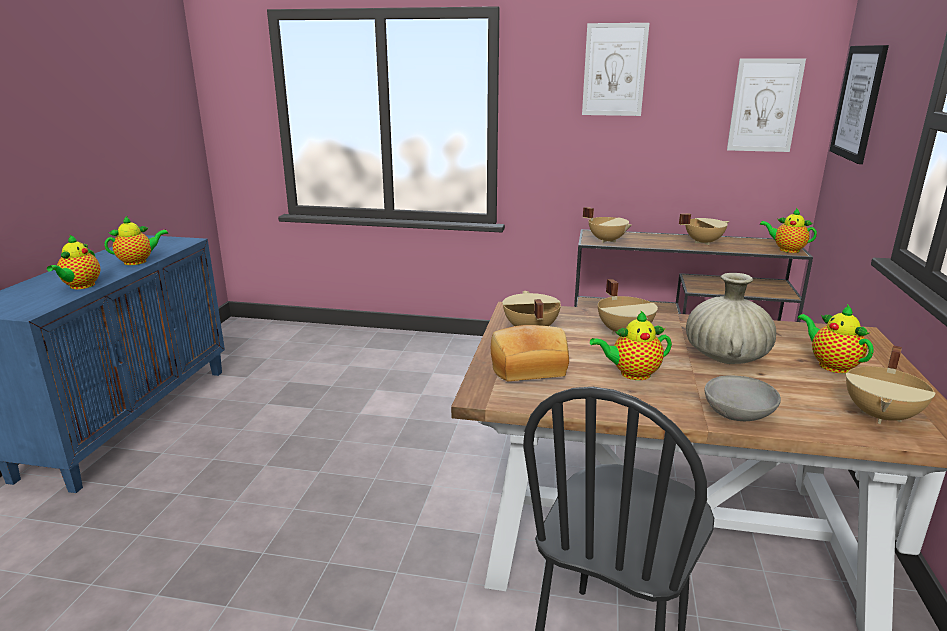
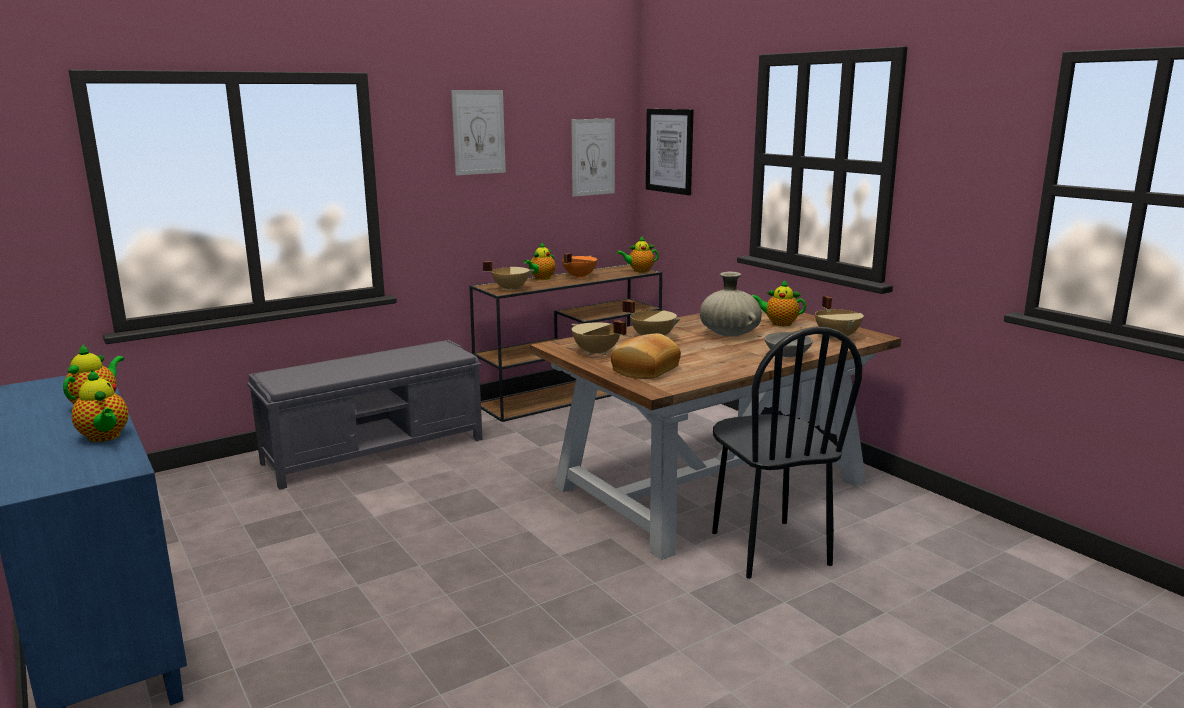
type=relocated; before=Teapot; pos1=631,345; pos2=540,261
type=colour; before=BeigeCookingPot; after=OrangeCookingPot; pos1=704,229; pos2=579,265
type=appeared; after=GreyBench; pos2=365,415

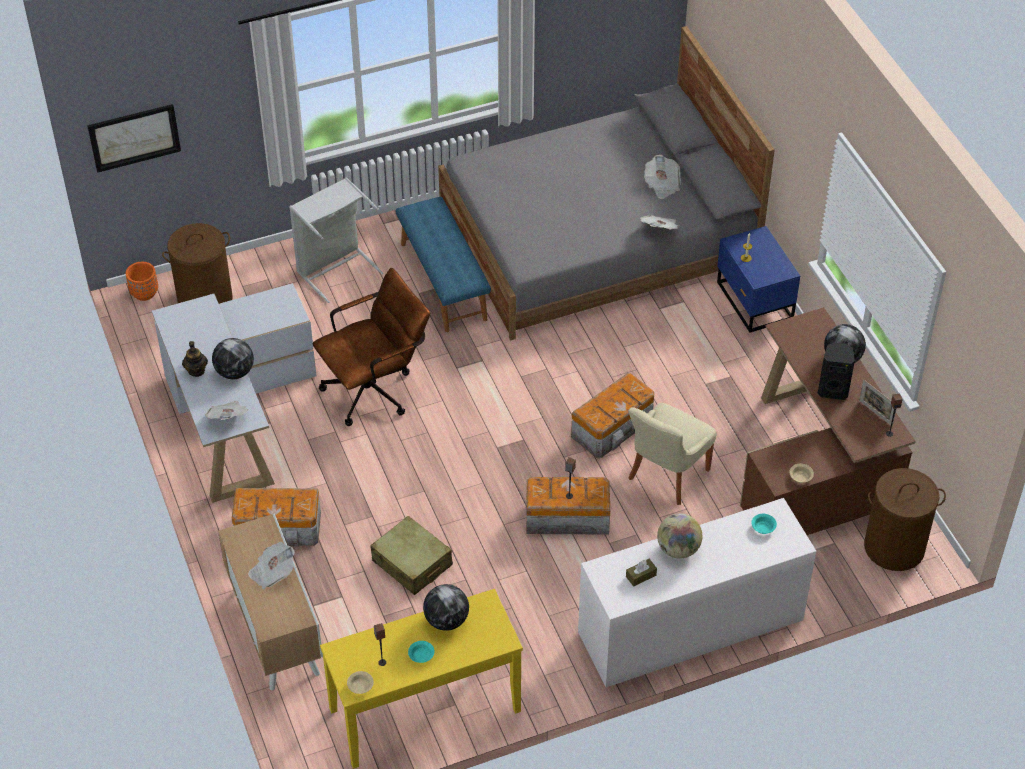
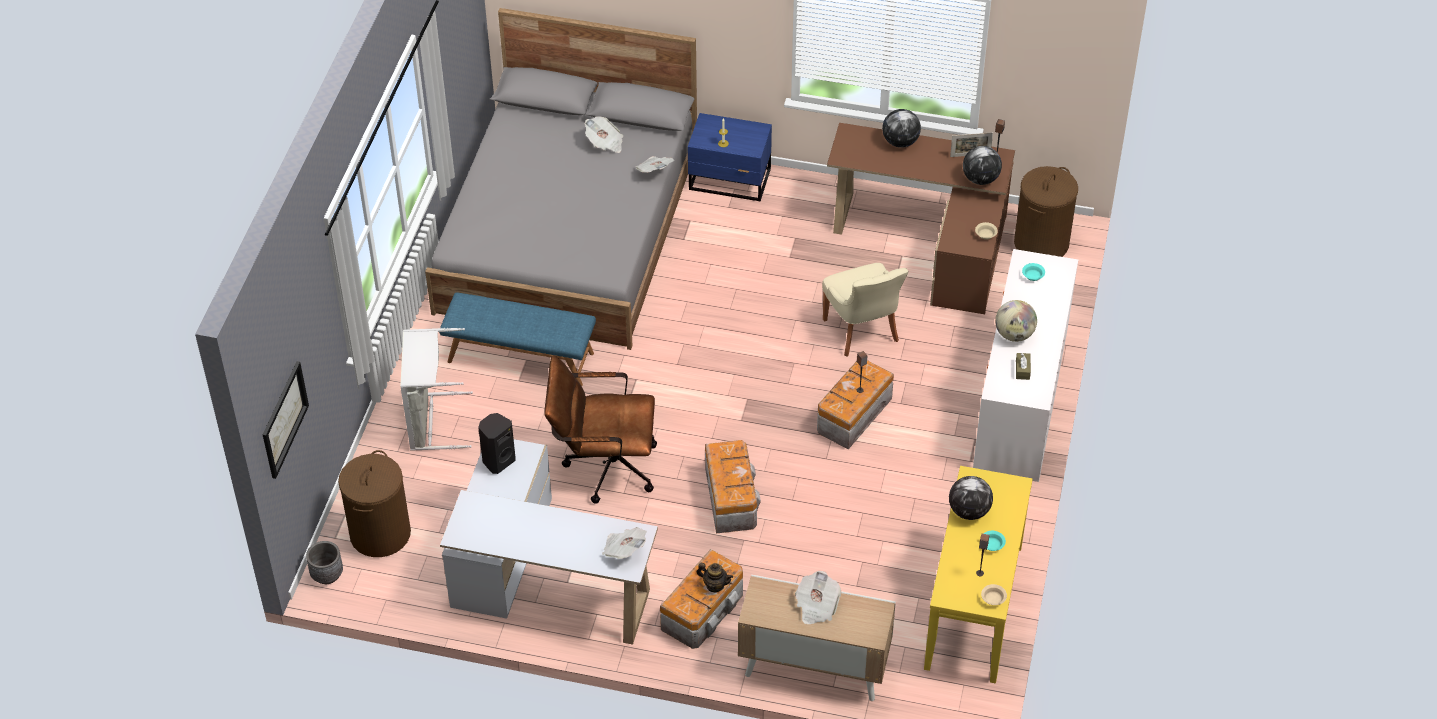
type=colour; before=OrangePlanter; after=GreyPlanter; pos1=142,281; pos2=324,562
type=relocated; before=Teapot; pos1=195,359; pos2=715,577
type=relocated; before=Globe; pos1=233,358; pos2=982,165
type=spun; before=BrownOfficeChair; pos1=371,347; pos2=600,429; turn=-90
type=missing; before=BeigeSuitcase; pos1=411,555
type=relocated; before=StorageBox; pos1=612,415; pos2=733,486
type=relocated; before=BlackSpeaker; pos1=836,371; pos2=497,443

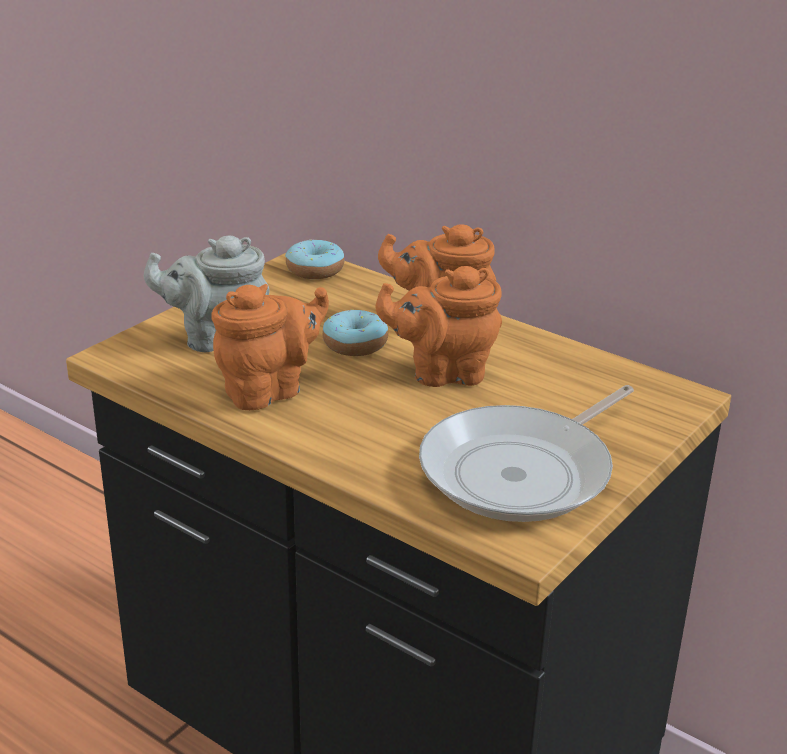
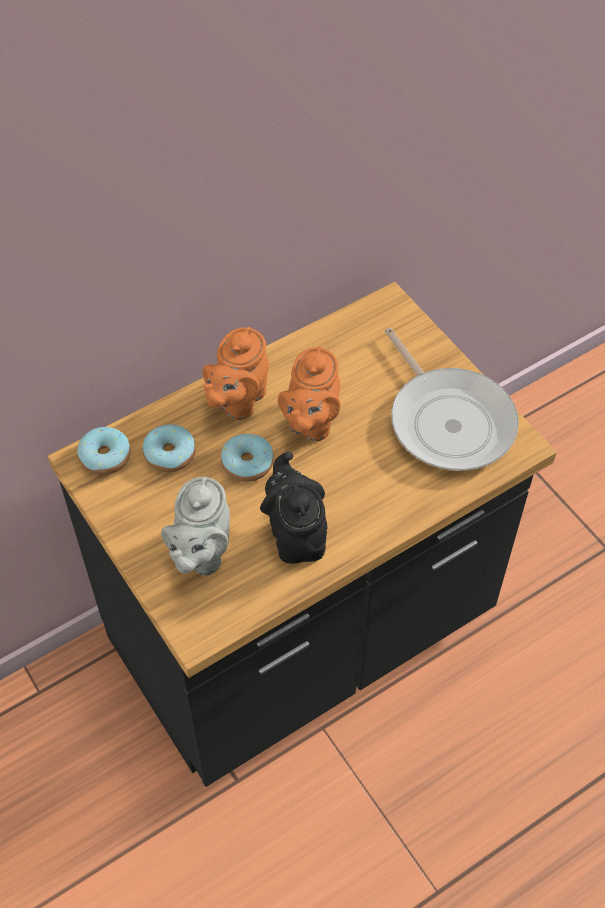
type=colour; before=OrangeTeapot; after=BlackTeapot; pos1=270,347; pos2=293,507
type=appeared; after=Donut; pos2=169,448

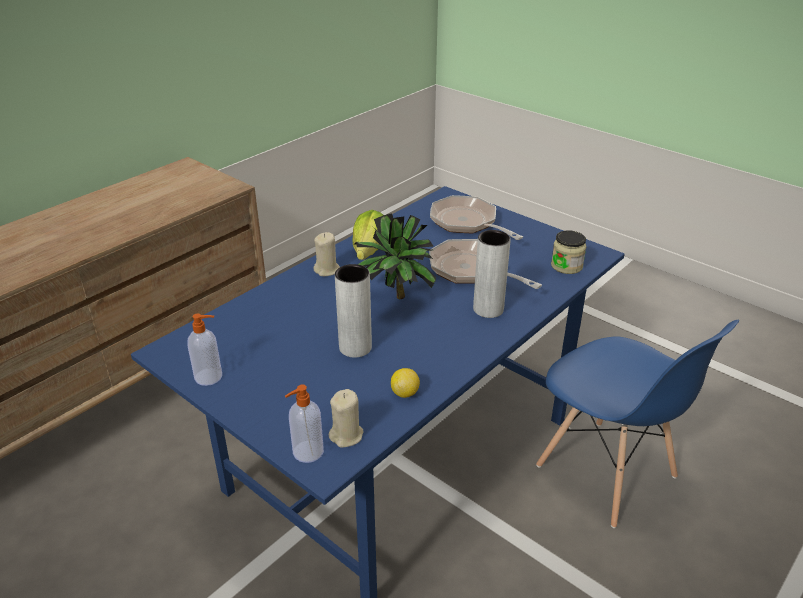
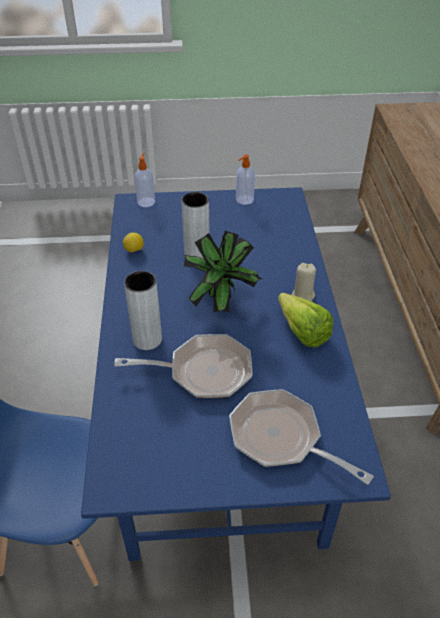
type=missing; before=BeigeCandle; pos1=346,418
type=spun; before=FryingPan; pos1=476,217; pos2=301,437; turn=-150
type=missing; before=Jar; pos1=569,252

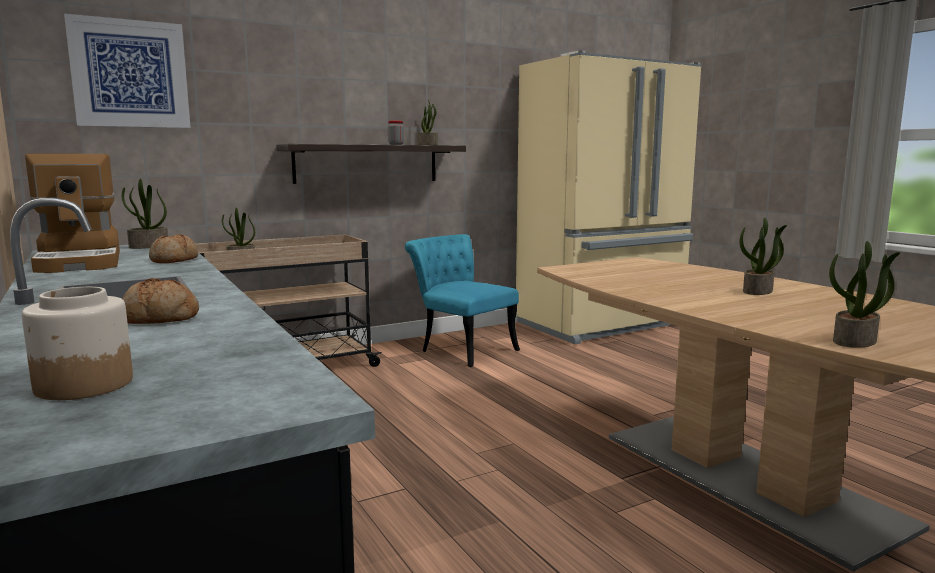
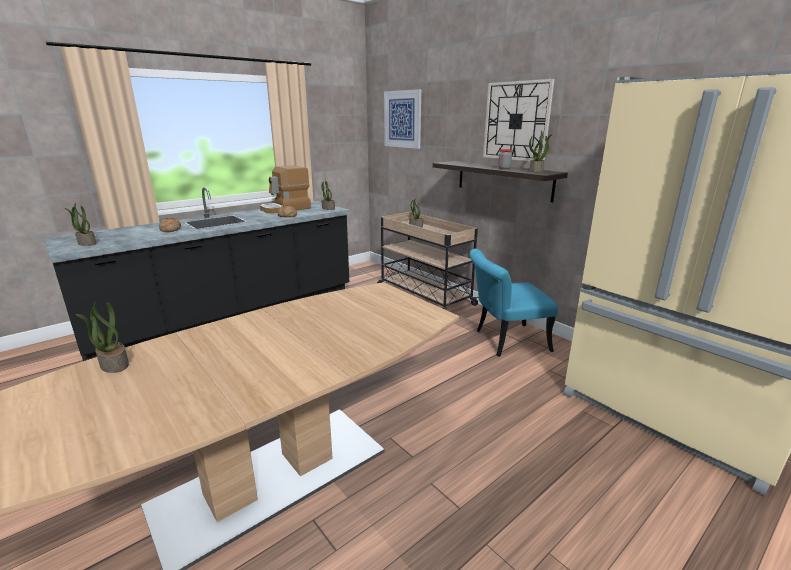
type=missing; before=Jar; pos1=77,343
type=spun; before=TurquoiseChair; pos1=462,300; pos2=514,303; turn=-135
type=relocated; before=PottedPlant; pos1=763,256; pos2=80,224
type=appeared; after=WallClock; pos2=518,120

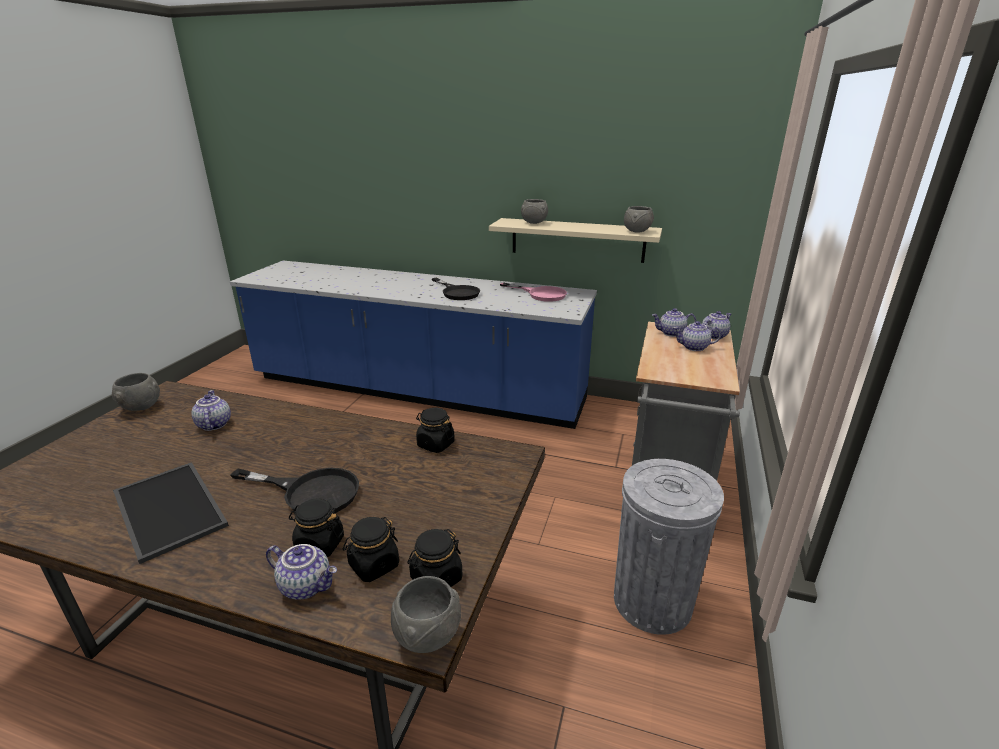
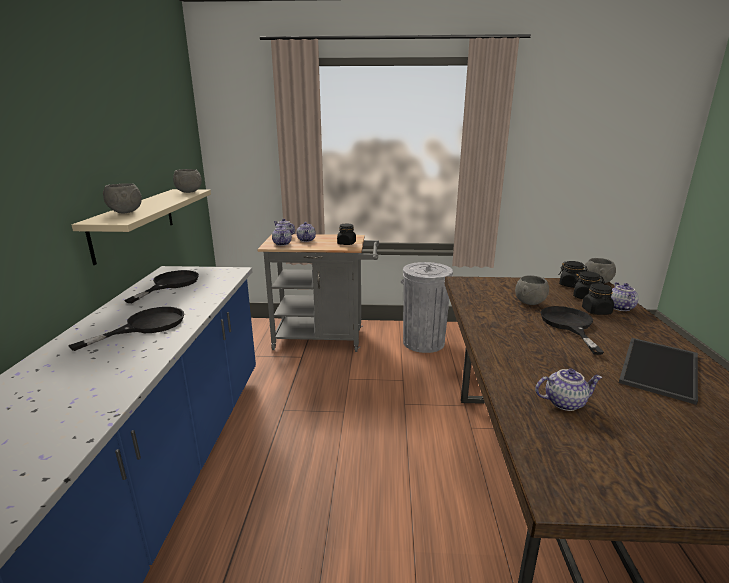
type=relocated; before=GreyBowl; pos1=136,392; pos2=532,290
type=spun; before=Teapot; pos1=211,410; pos2=569,390; turn=-150
type=relocated; before=BlackJar; pos1=435,430; pos2=346,234
type=colour; before=PinkFryingPan; after=BlackFryingPan; pos1=533,292; pos2=162,286

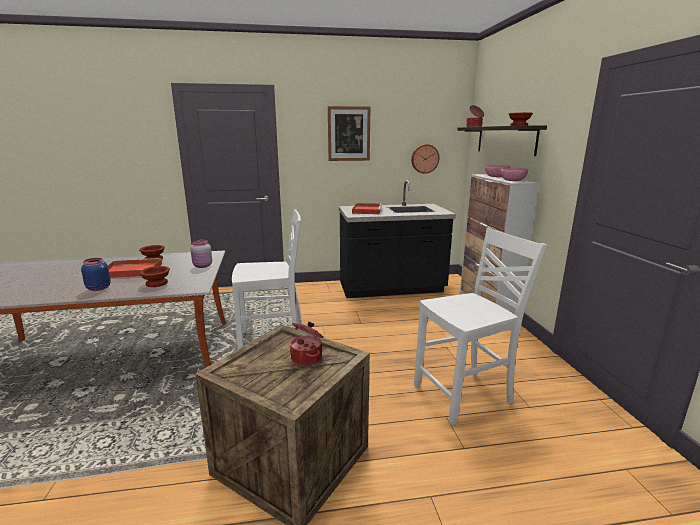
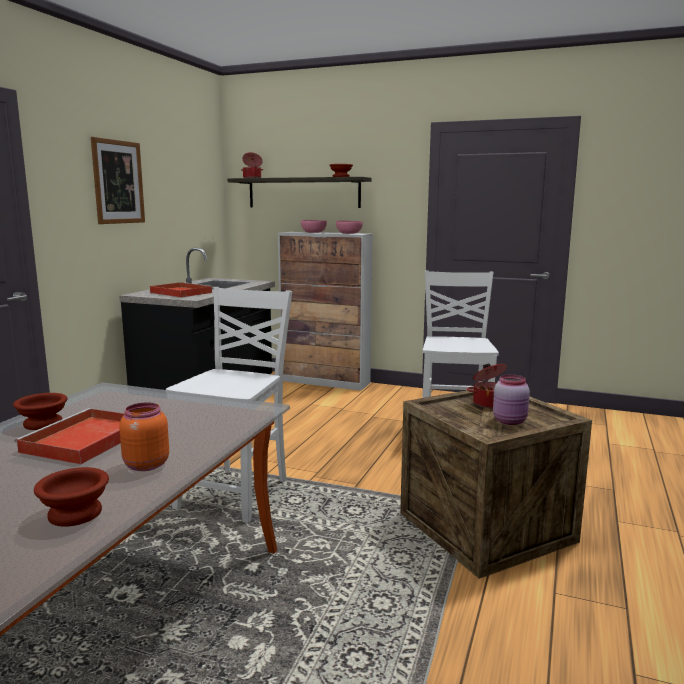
type=colour; before=BlueJar; after=OrangeJar; pos1=96,274; pos2=144,436
type=relocated; before=BrownBowl; pos1=154,276; pos2=71,497
type=relocated; before=PinkJar; pos1=201,254; pos2=511,399
type=missing; before=WallClock; pos1=425,159

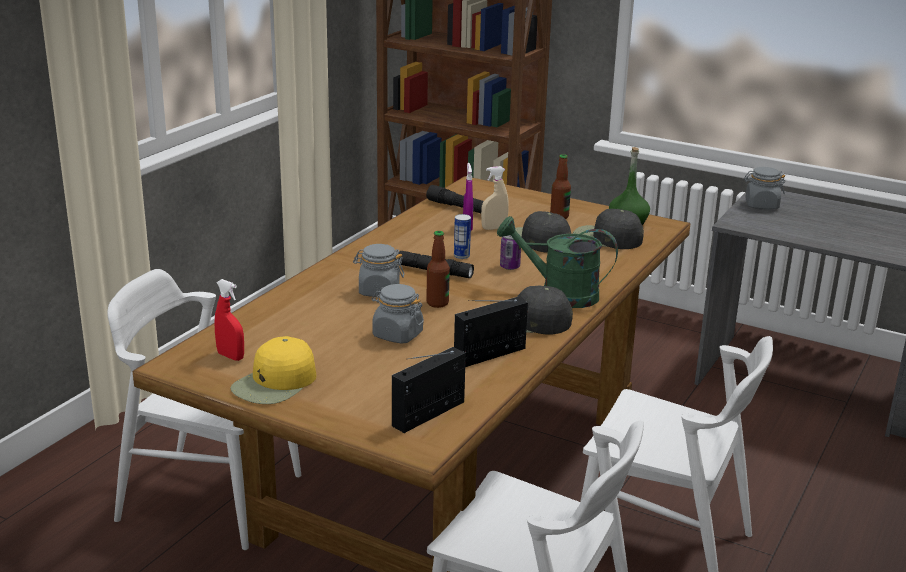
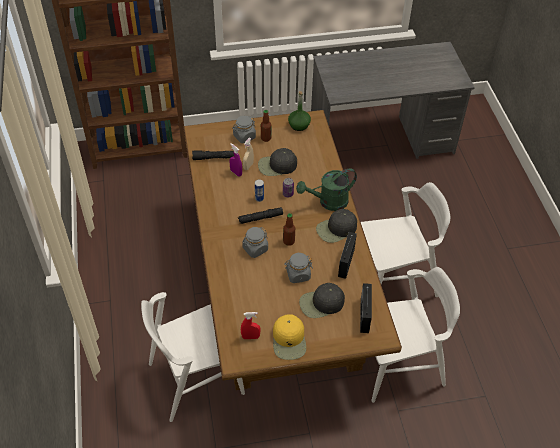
type=relocated; before=BlackCap; pos1=608,229; pos2=322,300
type=relocated; before=GreyJar; pos1=764,188; pos2=244,129

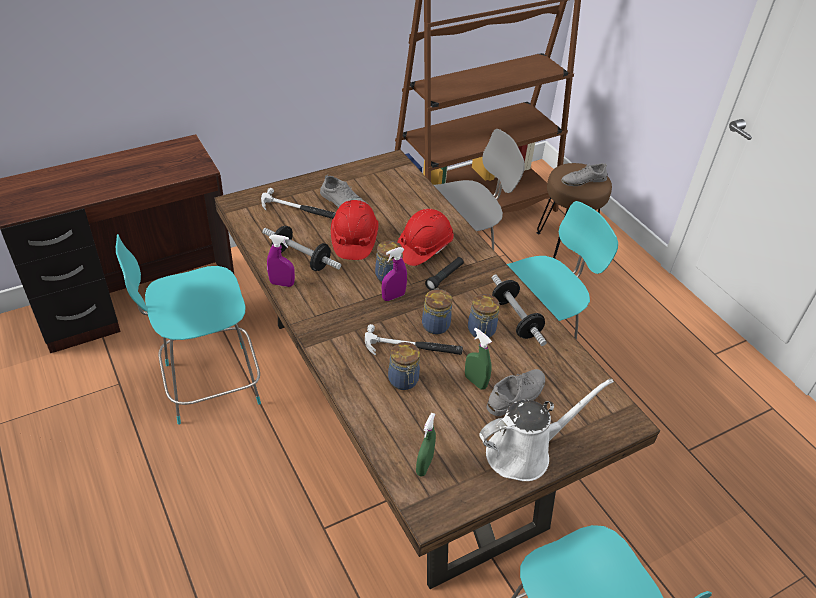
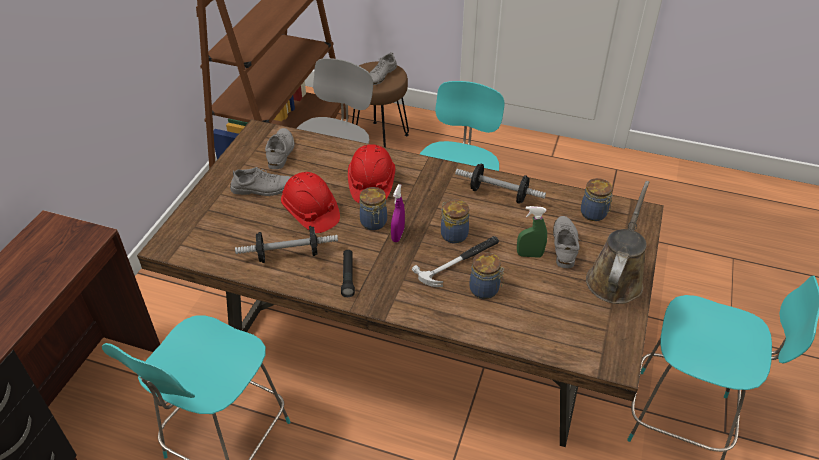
type=missing; before=Hammer; pos1=298,203
type=missing; before=PurpleSprayBottle; pos1=281,260
type=missing; before=GreenSprayBottle; pos1=426,444
type=relocated; before=BlackFlashlight; pos1=444,273; pos2=348,273
type=relocated; before=Jar; pos1=484,316; pos2=597,199
type=colour; before=WhiteWateringCan; after=BrownWateringCan; pos1=546,429; pos2=617,242
type=appeared; after=GreyShoe; pos2=280,148

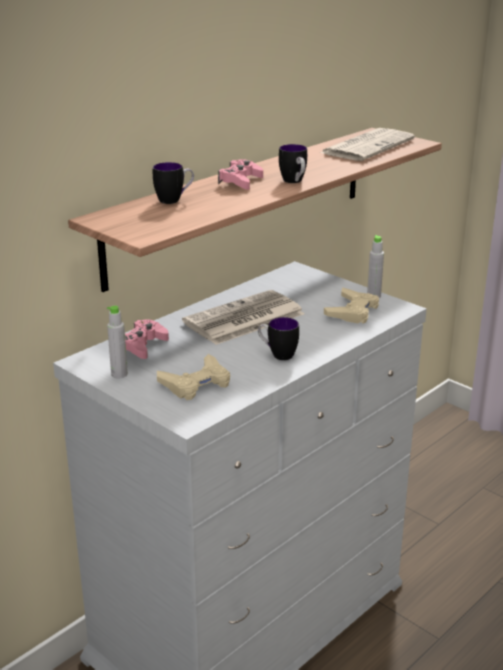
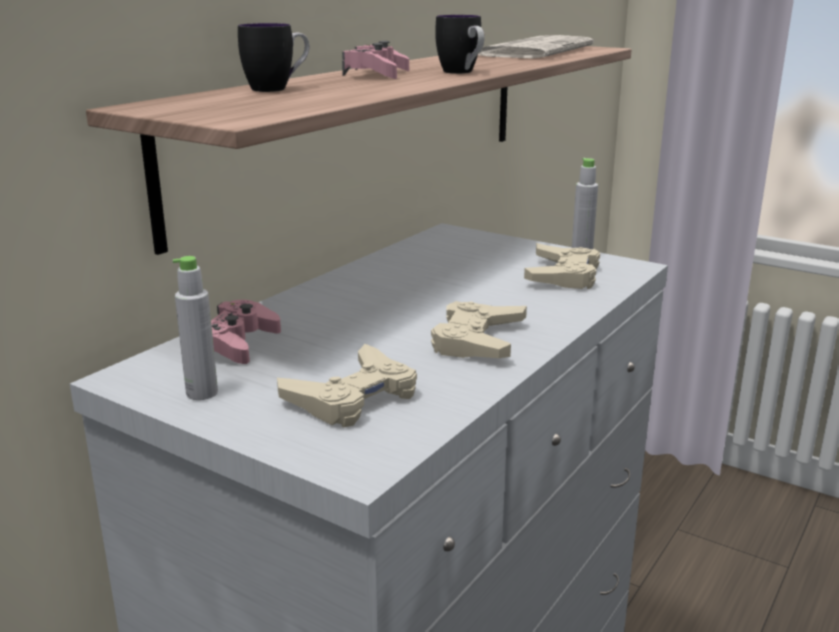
type=missing; before=Newspaper; pos1=243,317
type=exchanged; before=Mug; after=BeigeGameController; pos1=278,338; pos2=479,329

